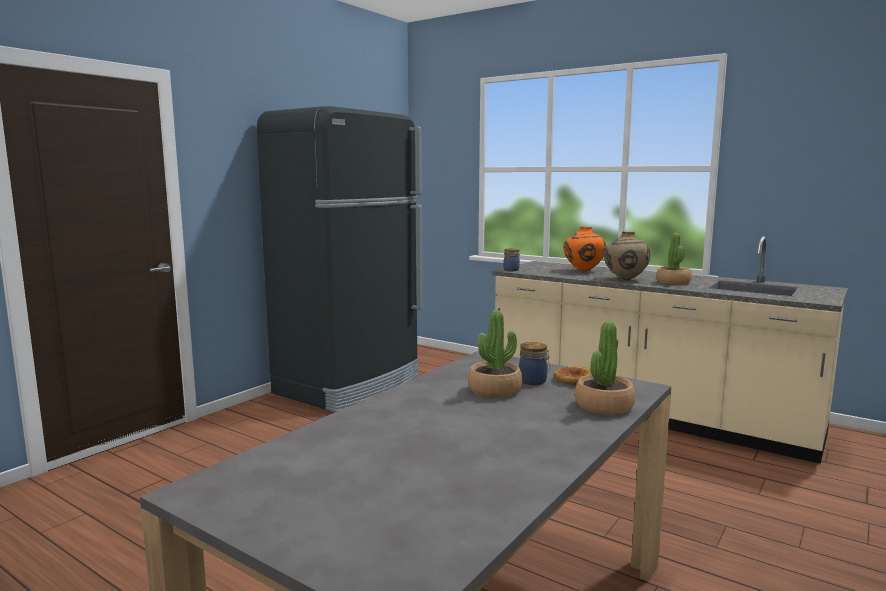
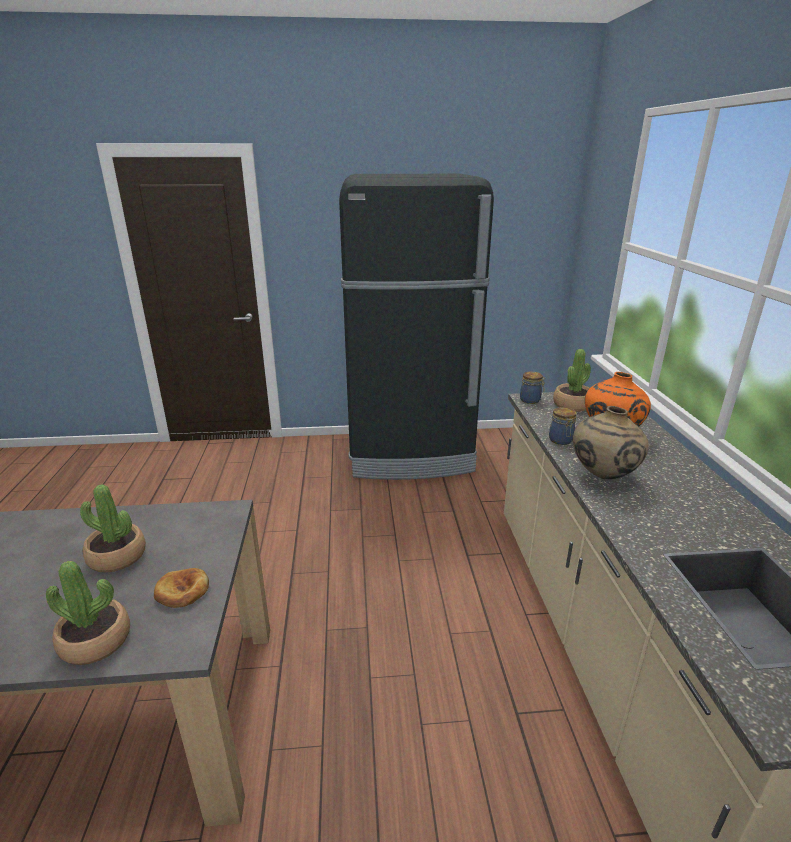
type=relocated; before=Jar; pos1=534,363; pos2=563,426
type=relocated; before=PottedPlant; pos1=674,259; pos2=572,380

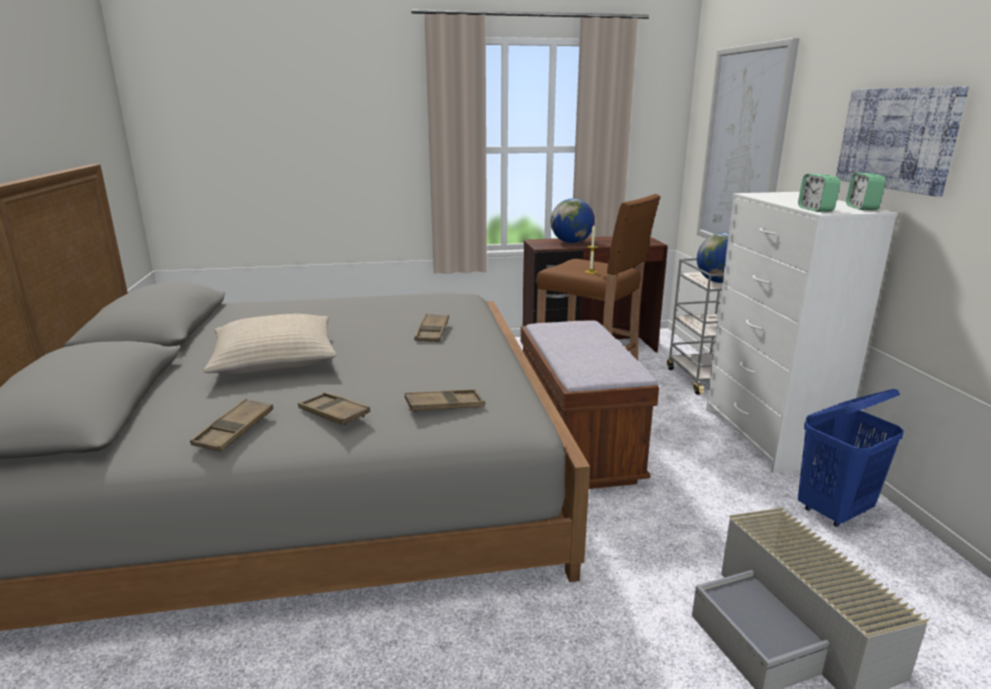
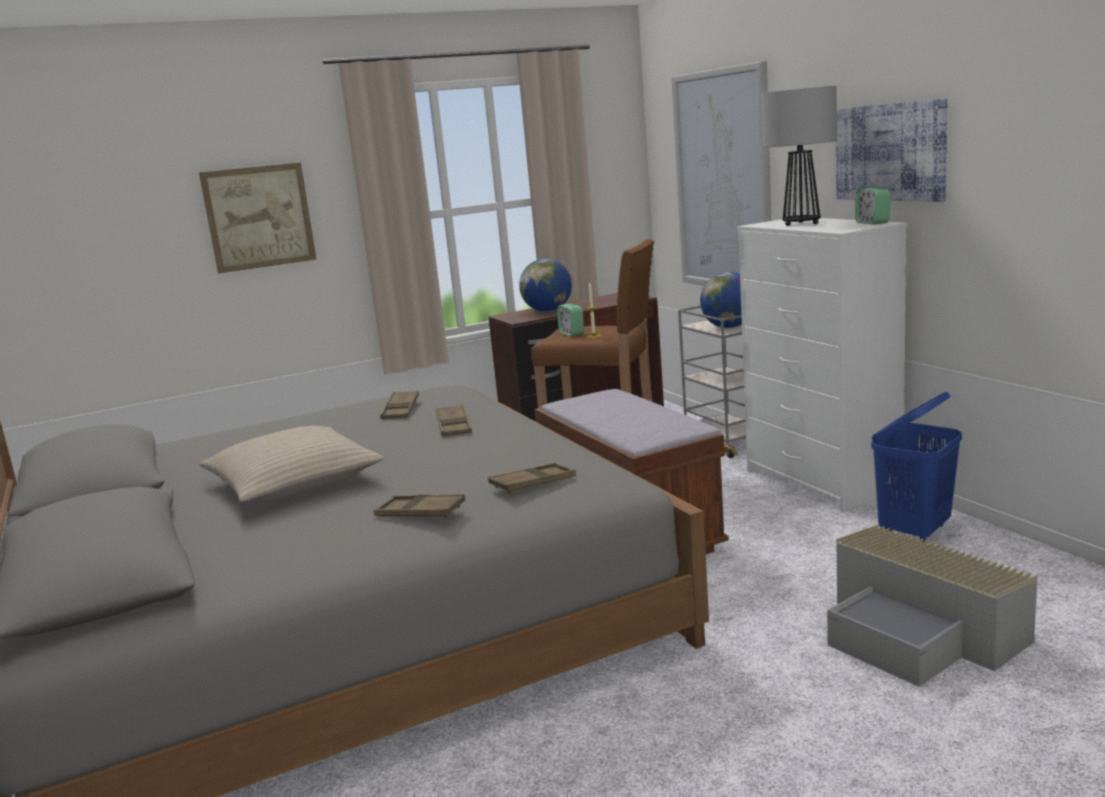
type=relocated; before=BrownTray; pos1=232,425; pos2=399,404
type=relocated; before=AlarmClock; pos1=819,193; pos2=570,320
type=appeared; after=Picture; pos2=258,218
type=appeared; after=TableLamp; pos2=799,156

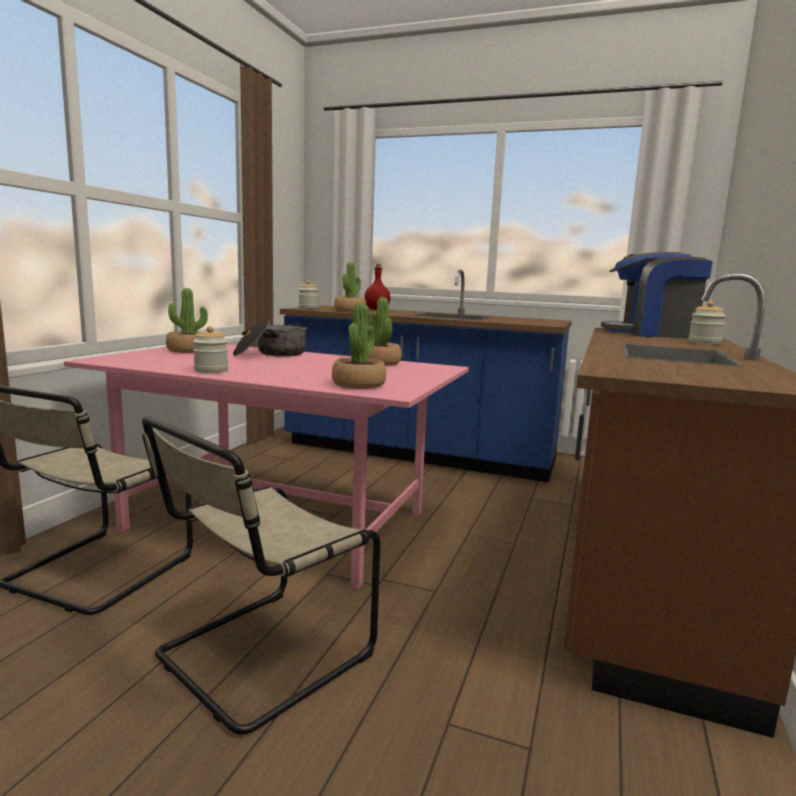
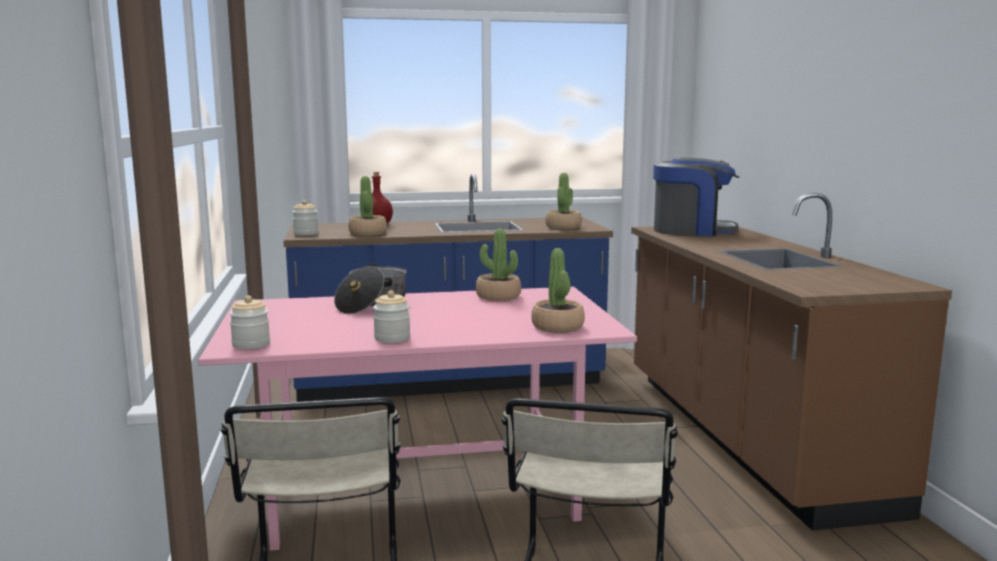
type=relocated; before=PottedPlant; pos1=187,320; pos2=563,201
type=spun; before=CoffeeMachine; pos1=657,295; pos2=696,196; turn=-150
type=relocated; before=Jar; pos1=707,322; pos2=249,322

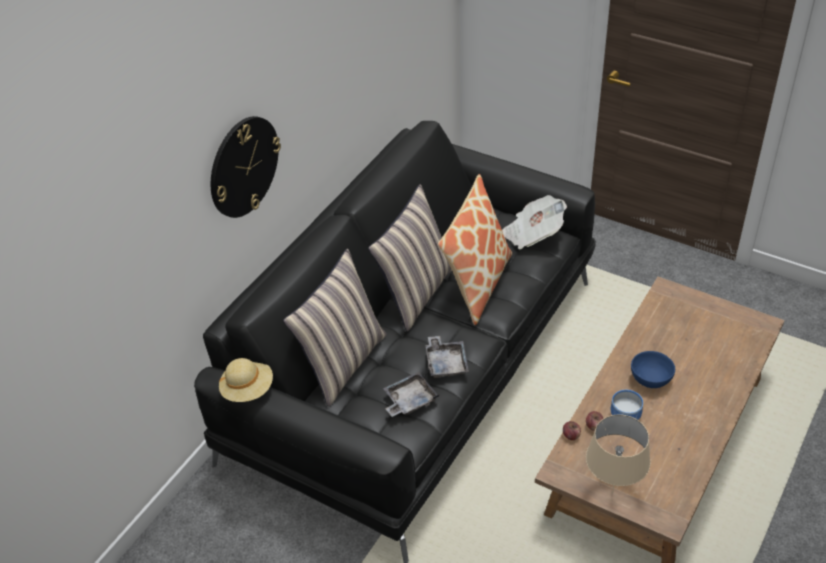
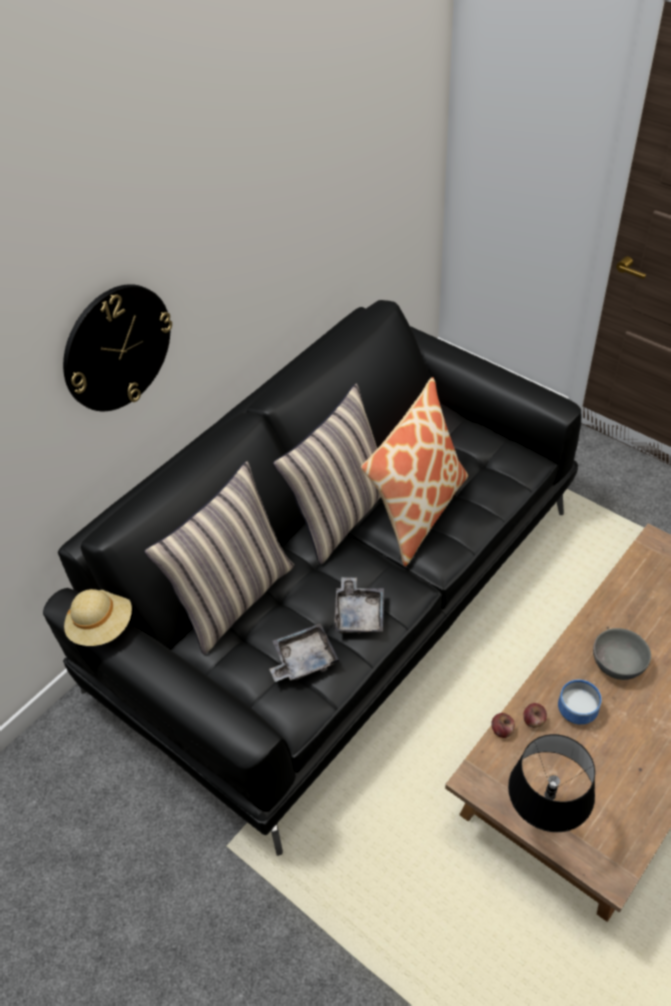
type=missing; before=Newspaper; pos1=534,222
type=colour; before=BeigeTableLamp; after=BlackTableLamp; pos1=618,454; pos2=551,783
type=colour; before=BlueBowl; after=GreyBowl; pos1=653,369; pos2=622,654

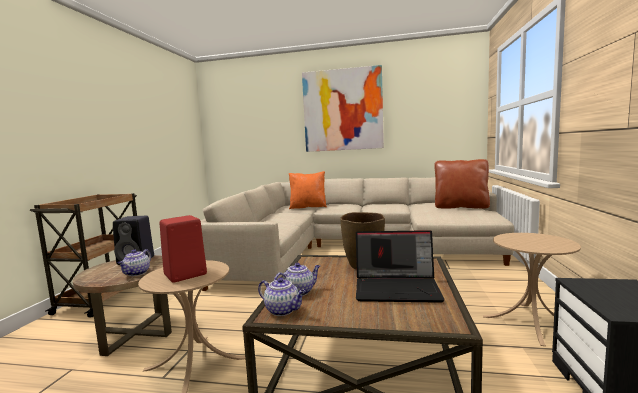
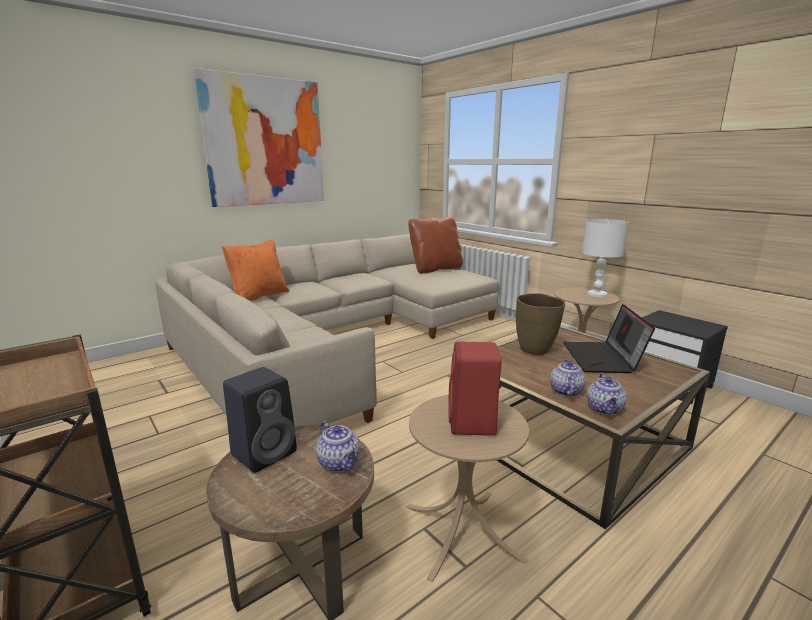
type=spun; before=Teapot; pos1=282,296; pos2=607,394; turn=120
type=spun; before=Laptop; pos1=400,266; pos2=609,338; turn=135
type=appeared; after=WhiteTableLamp; pos2=605,258

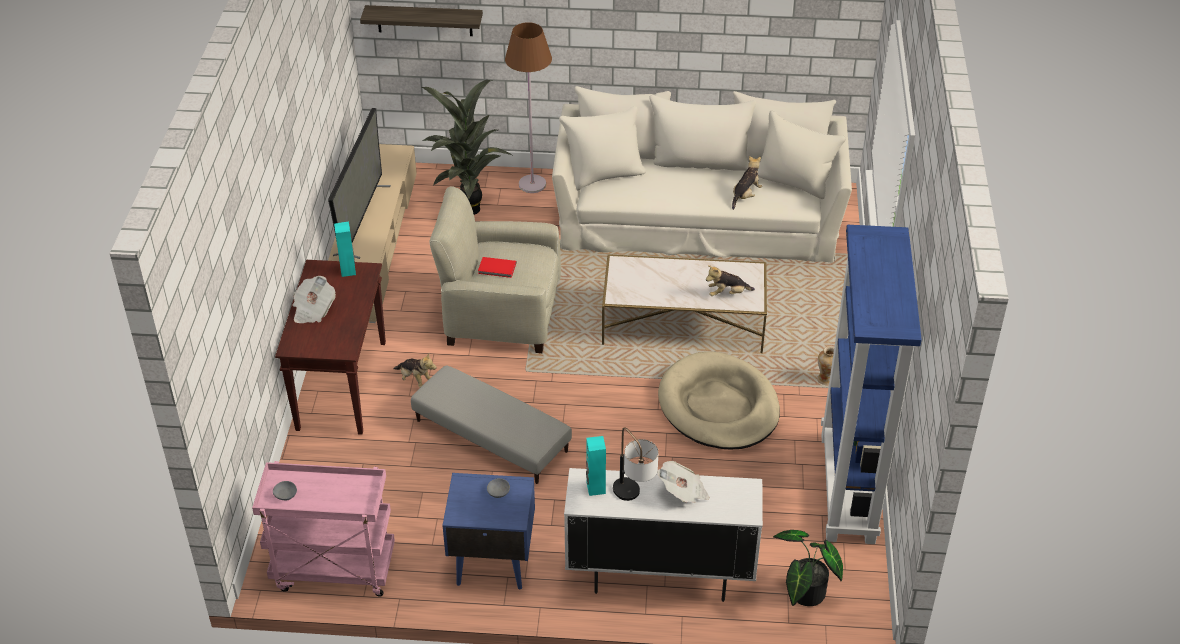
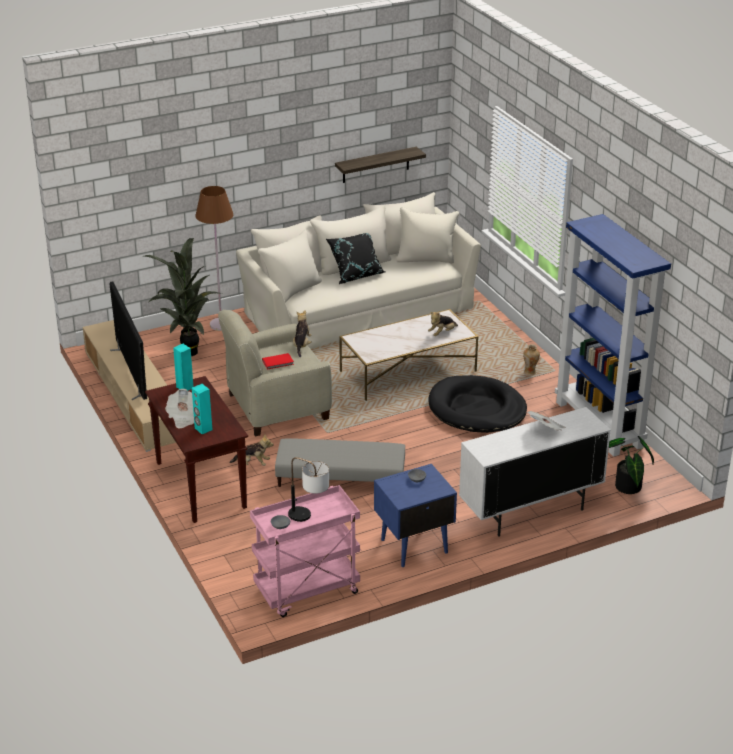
type=relocated; before=Shelf; pos1=421,20; pos2=380,165
type=relocated; before=TurquoiseSpeaker; pos1=596,466; pos2=202,409
type=relocated; before=TableLamp; pos1=635,464; pos2=308,489
type=colour; before=BeigeDogBed; after=BlackDogBed; pos1=719,400; pos2=477,404
type=relocated; before=PlushToy; pos1=747,183; pos2=302,333
type=appeared; after=BlackPillow; pos2=355,258

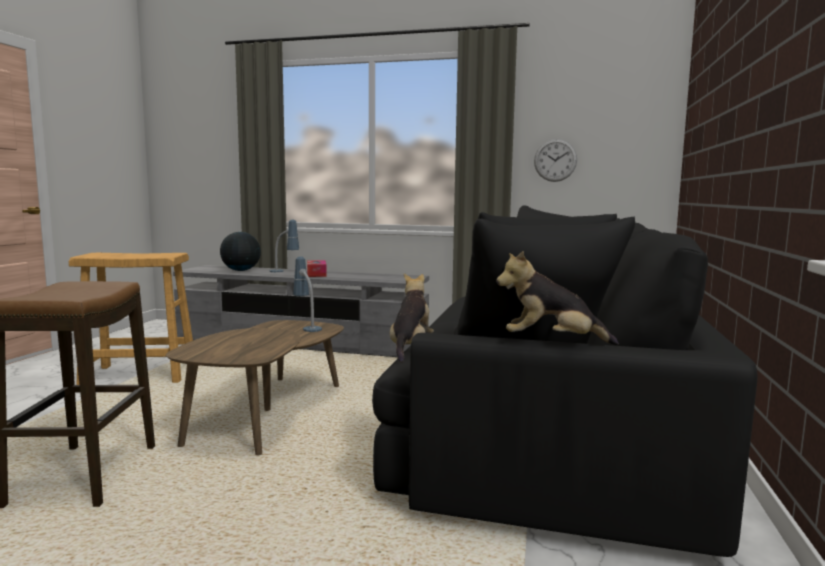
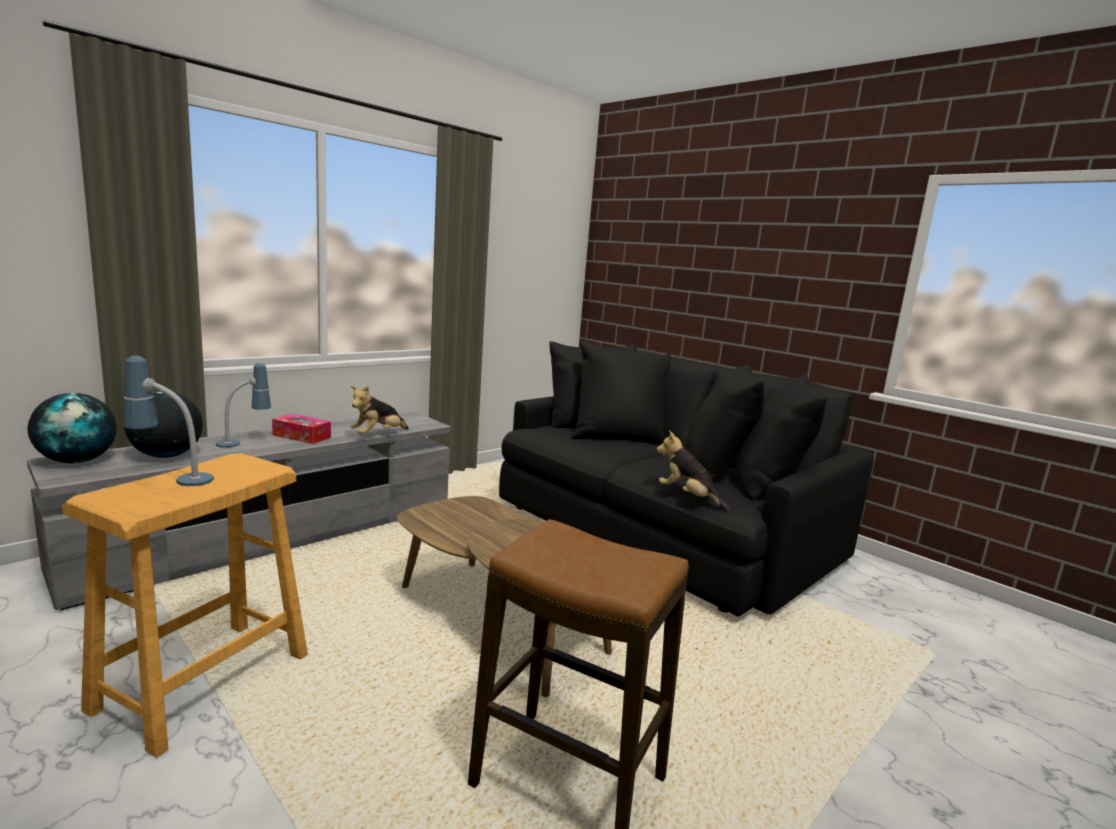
type=relocated; before=TableLamp; pos1=307,294; pos2=169,421
type=relocated; before=PlushToy; pos1=557,298; pos2=380,410
type=missing; before=WallClock; pos1=555,160
type=appeared; after=Globe; pos2=72,428

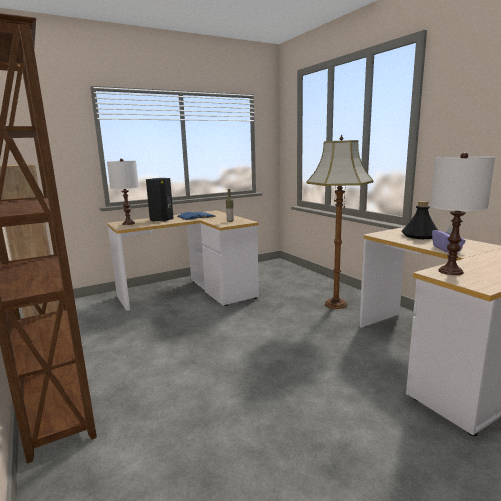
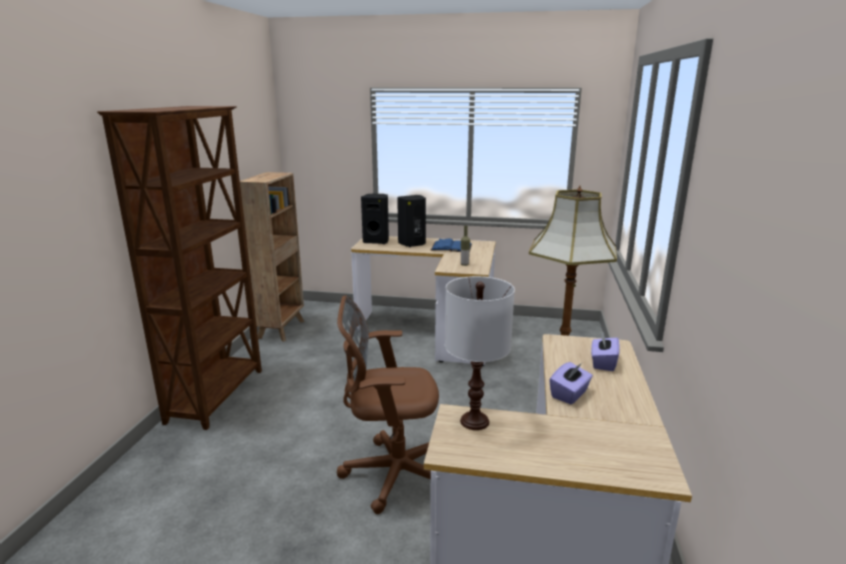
type=exchanged; before=WhiteTableLamp; after=BlackSpeaker; pos1=123,192; pos2=375,219
type=exchanged; before=BlackBottle; after=PurpleTissueBox; pos1=420,220; pos2=605,351
type=appeared; after=BrownOfficeChair; pos2=388,404

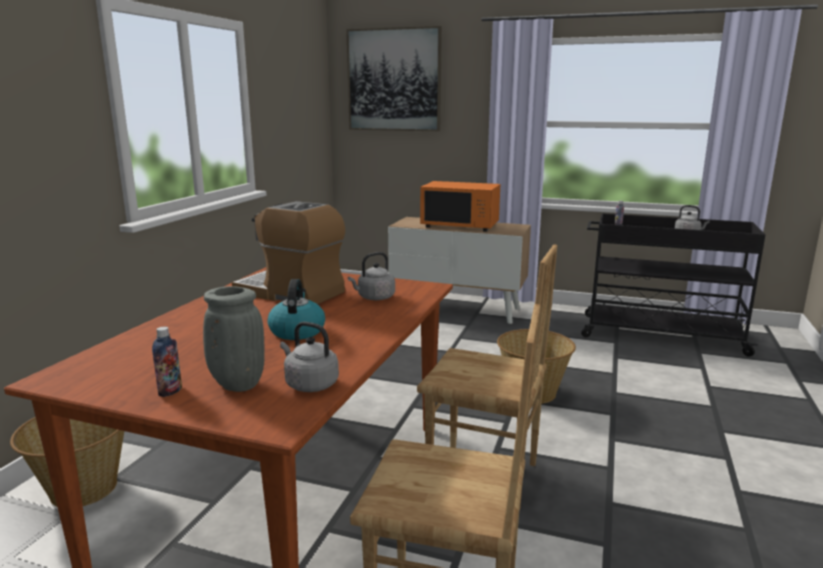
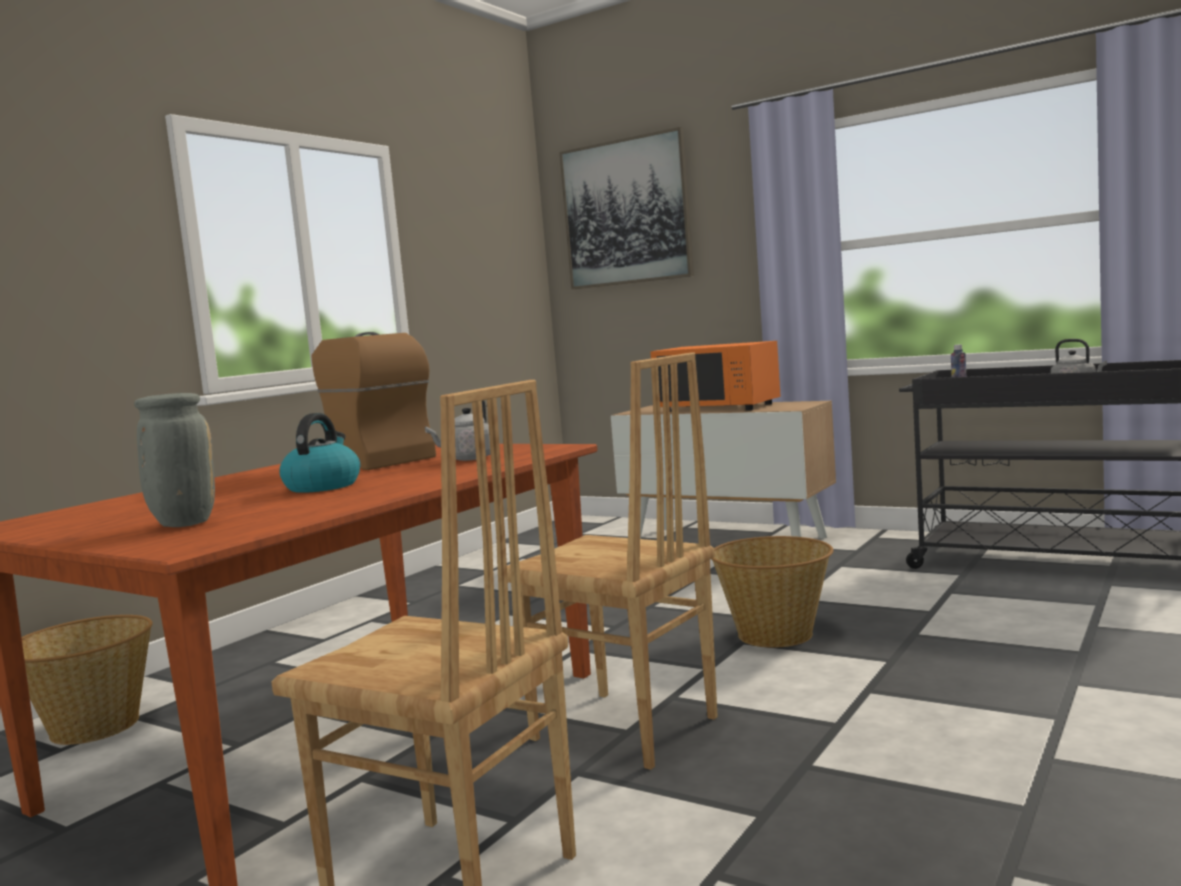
type=missing; before=Bottle; pos1=167,362
type=missing; before=GreyKettle; pos1=309,357

